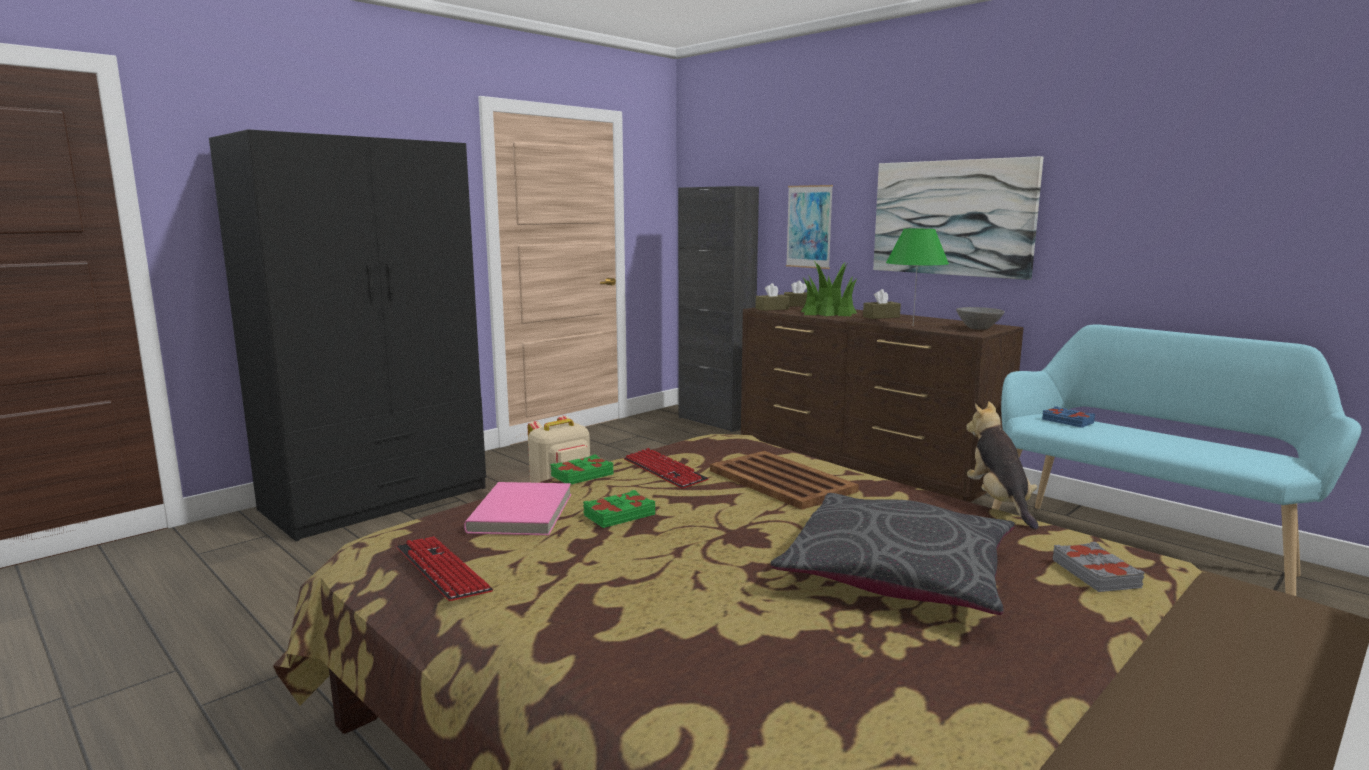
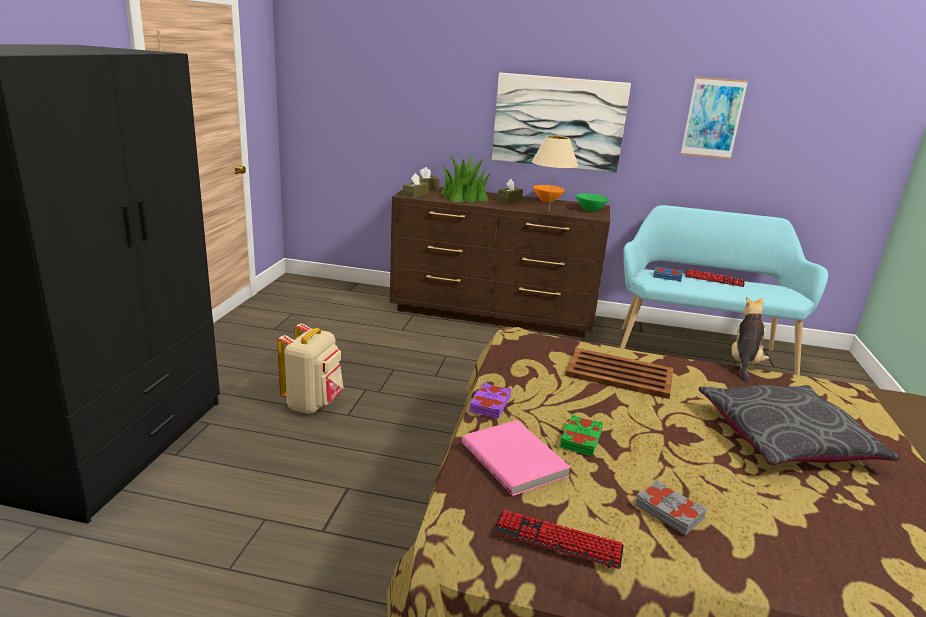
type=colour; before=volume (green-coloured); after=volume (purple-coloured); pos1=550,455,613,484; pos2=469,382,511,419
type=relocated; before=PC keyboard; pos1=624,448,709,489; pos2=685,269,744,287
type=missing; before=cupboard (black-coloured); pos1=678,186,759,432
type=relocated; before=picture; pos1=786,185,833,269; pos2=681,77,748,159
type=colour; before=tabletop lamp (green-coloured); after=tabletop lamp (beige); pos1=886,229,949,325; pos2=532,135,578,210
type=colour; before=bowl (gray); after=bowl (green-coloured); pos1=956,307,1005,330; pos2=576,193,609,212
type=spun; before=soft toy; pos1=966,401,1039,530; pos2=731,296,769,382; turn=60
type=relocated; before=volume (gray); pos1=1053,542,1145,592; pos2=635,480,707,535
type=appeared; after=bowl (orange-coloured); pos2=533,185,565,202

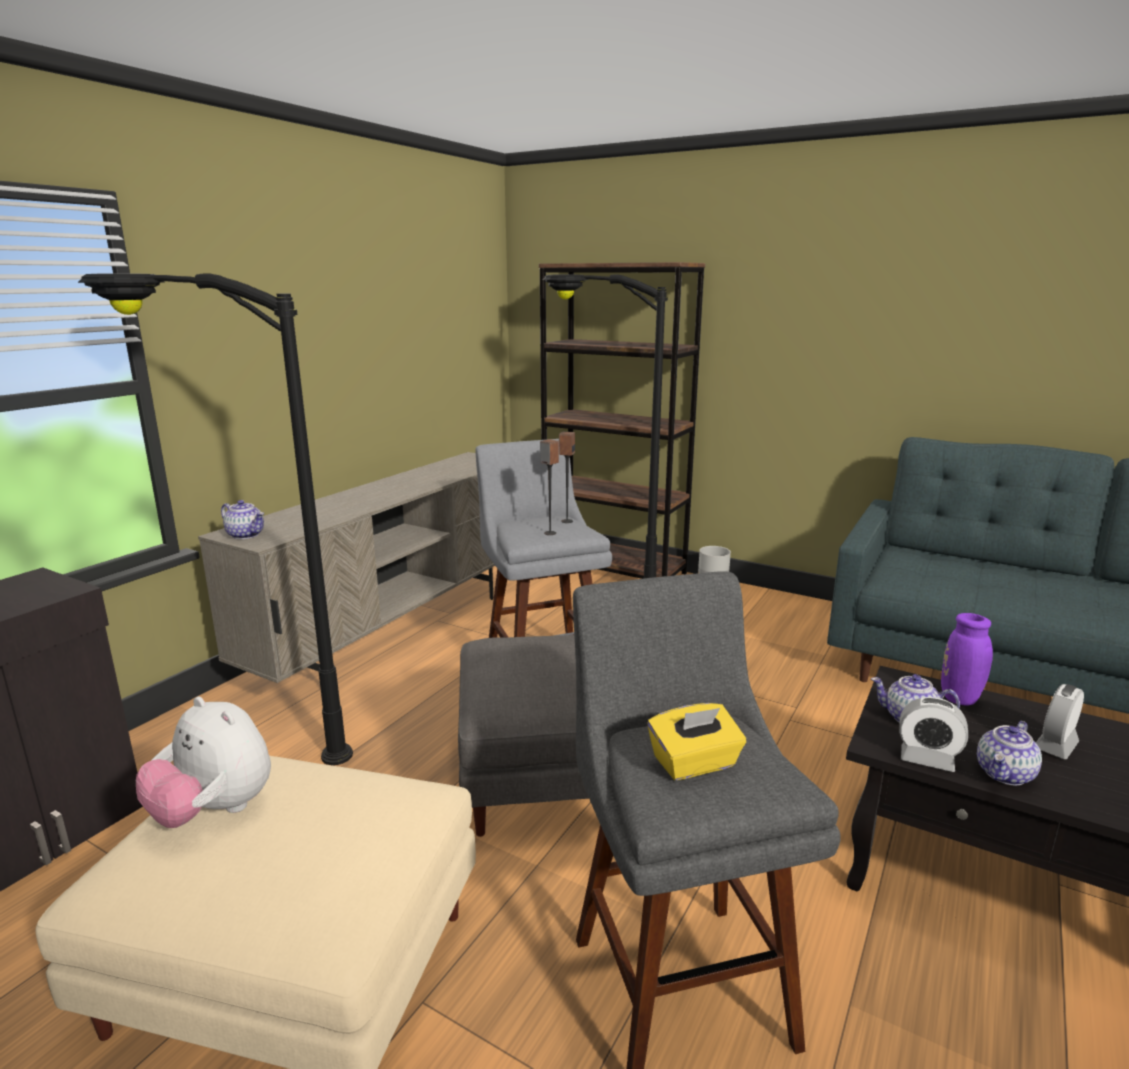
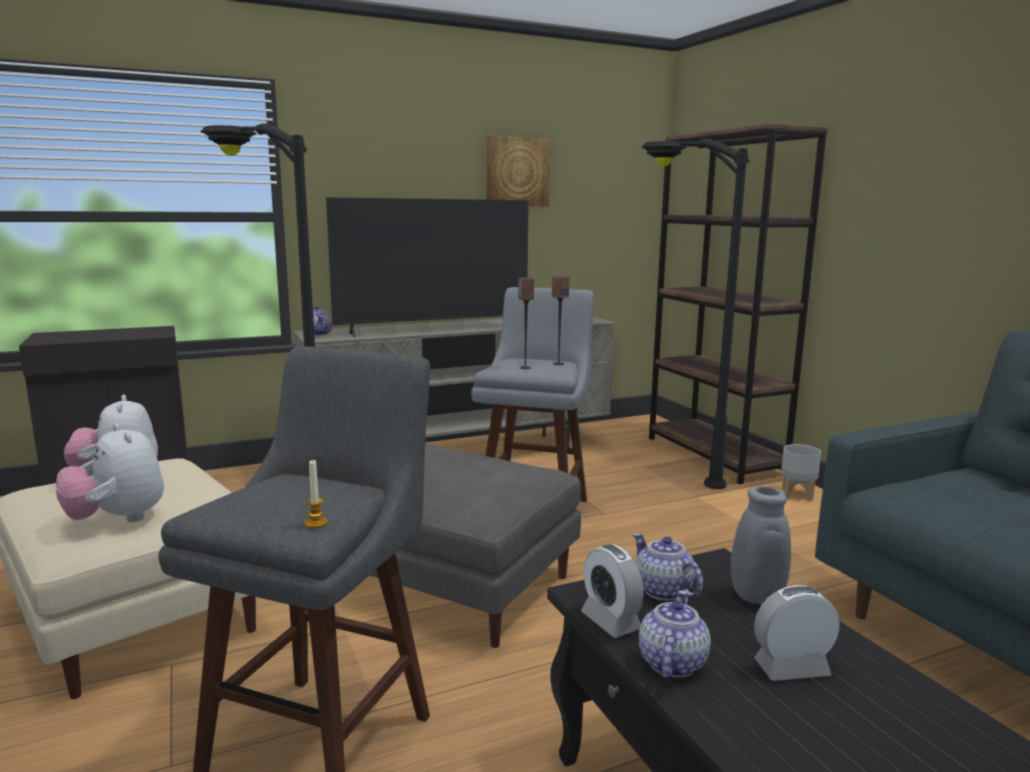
type=missing; before=tissue box (yellow-coloured); pos1=647,703,746,780
type=colour; before=decorative vase (purple-coloured); after=decorative vase (gray); pos1=941,613,1024,705; pos2=731,486,791,605
type=spun; before=teapot; pos1=977,721,1042,785; pos2=639,590,711,678; turn=120
type=appeared; after=soft toy; pos2=56,423,164,522
type=appeared; after=candle; pos2=304,459,328,528
type=appeared; after=TV set; pos2=326,197,529,337
type=appeared; after=picture; pos2=487,135,550,206

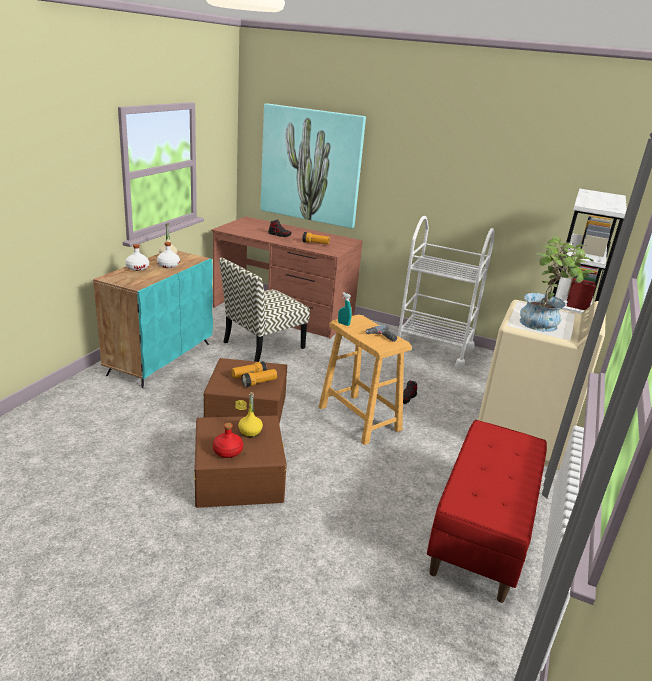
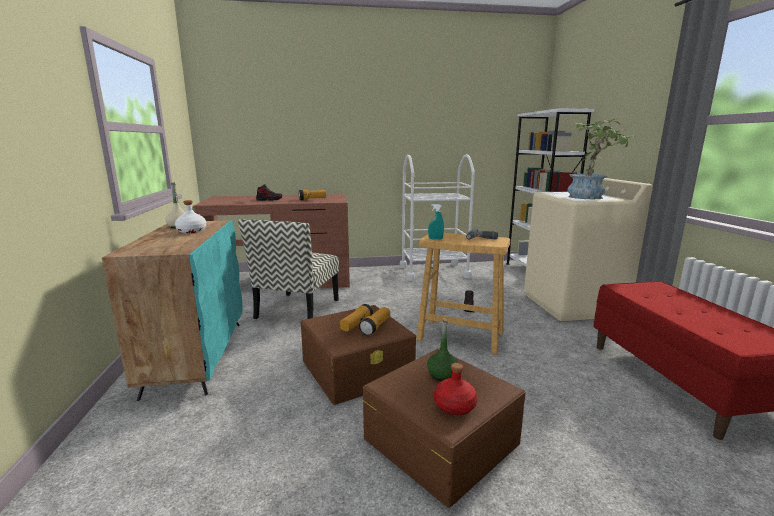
type=missing; before=bottle (white-coloured); pos1=125,244,149,271
type=colour; before=bottle (yellow-coloured); after=bottle (green-coloured); pos1=238,392,263,437; pos2=427,318,459,381
type=missing; before=picture; pos1=260,104,366,228

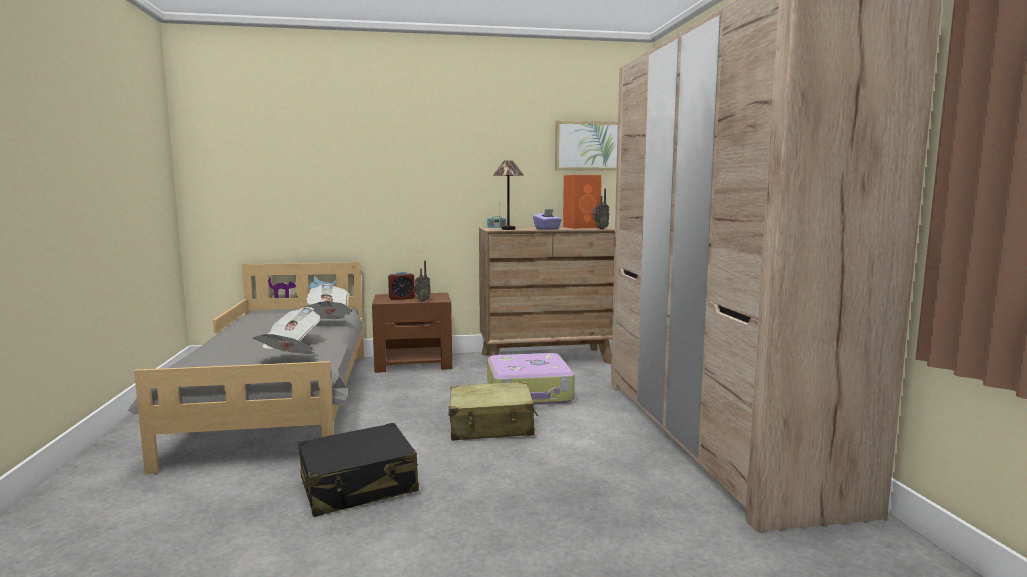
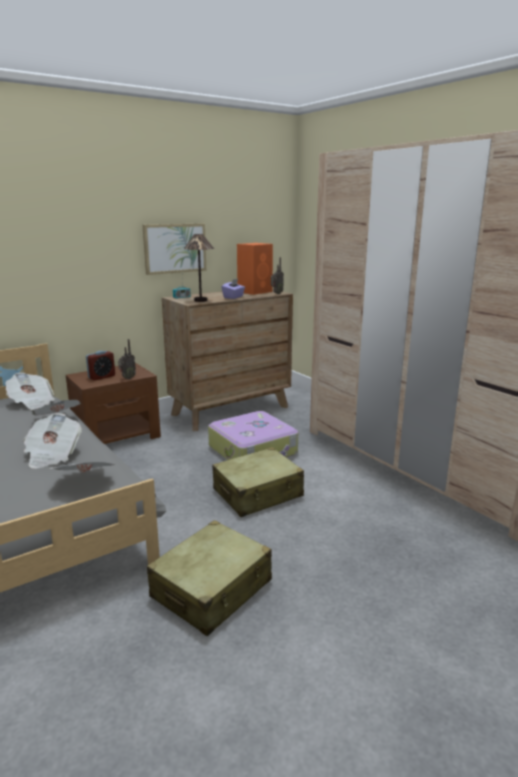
type=colour; before=piece of luggage (black-coloured); after=piece of luggage (beige); pos1=298,423,419,517; pos2=147,520,272,636
type=relocated; before=picture; pos1=555,121,618,170; pos2=143,224,206,275

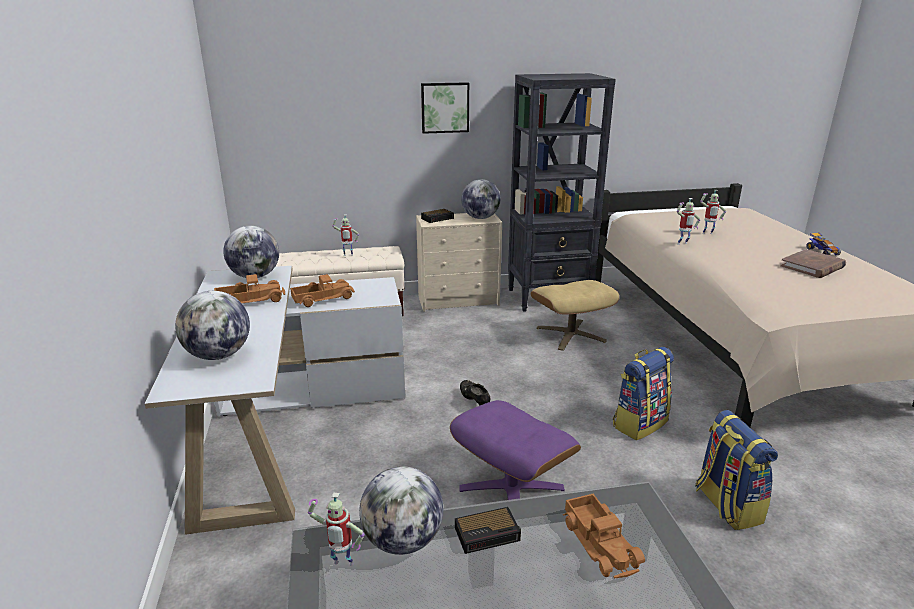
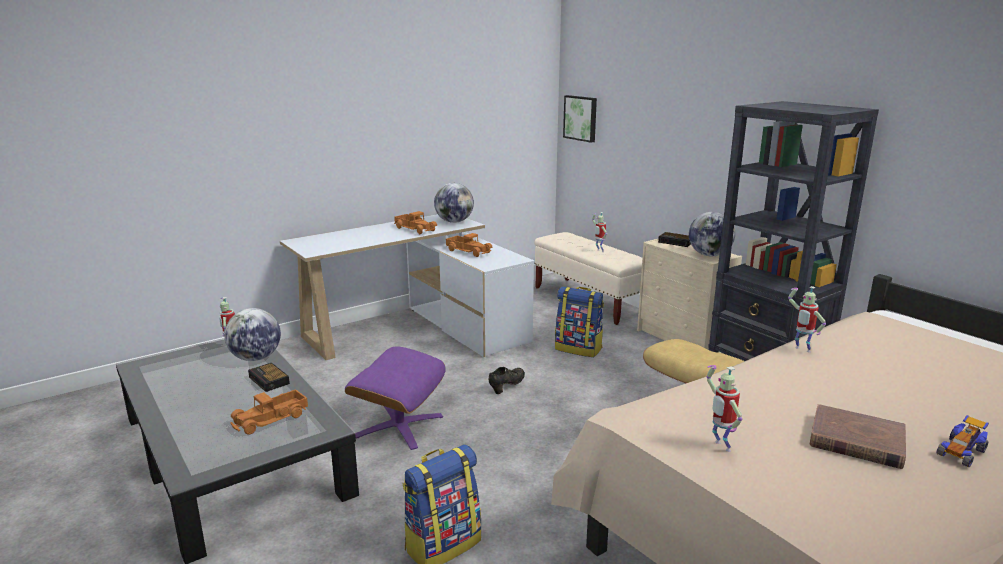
type=missing; before=desk globe; pos1=175,291,250,360
type=relocated; before=picture; pos1=421,82,469,134; pos2=563,95,597,143
type=relocated; before=backpack; pos1=613,347,674,440; pos2=555,287,604,357
type=relocated; before=model robot; pos1=700,190,726,234; pos2=706,365,743,452

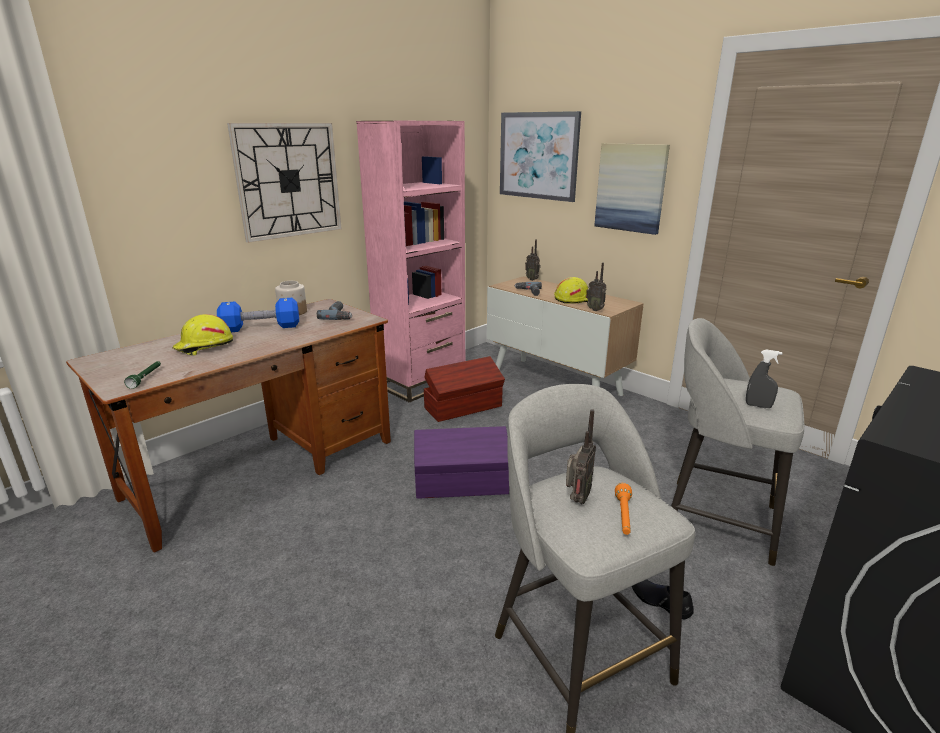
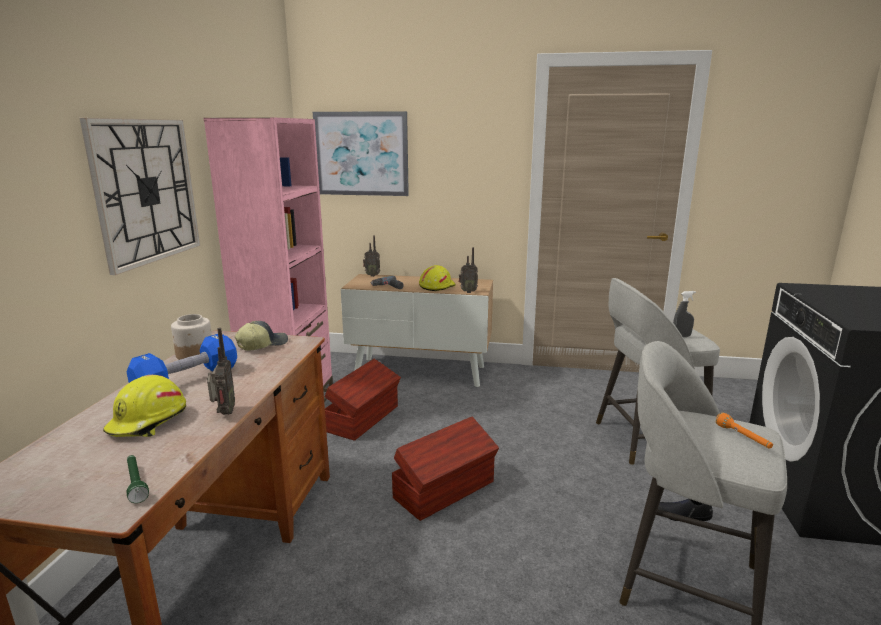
type=exchanged; before=drill; after=cap; pos1=317,301,352,320; pos2=235,321,288,351
type=colour; before=storage container (purple-coloured); after=storage container (brownish); pos1=414,426,509,499; pos2=392,417,499,521
type=relocated; before=radio set; pos1=566,409,596,504; pos2=207,328,235,415
type=missing; before=picture; pos1=594,143,670,235

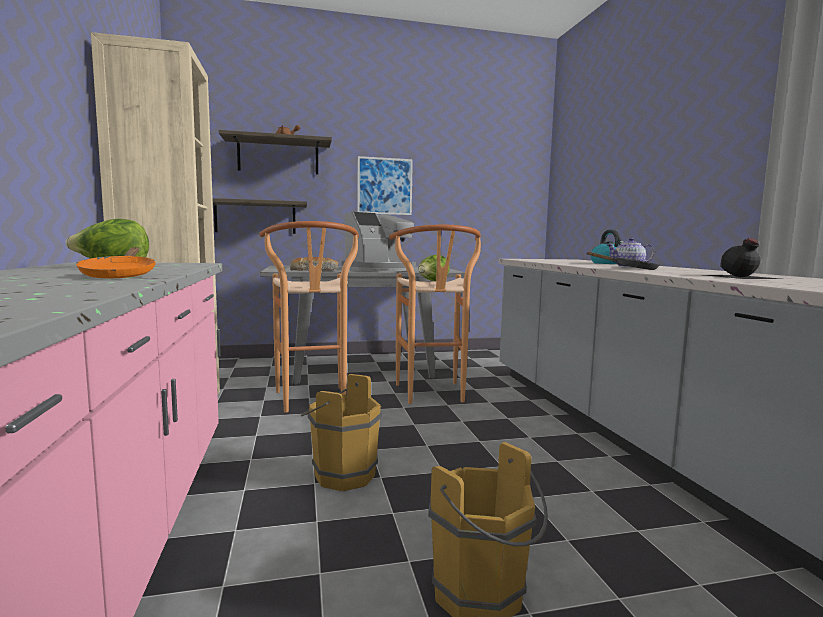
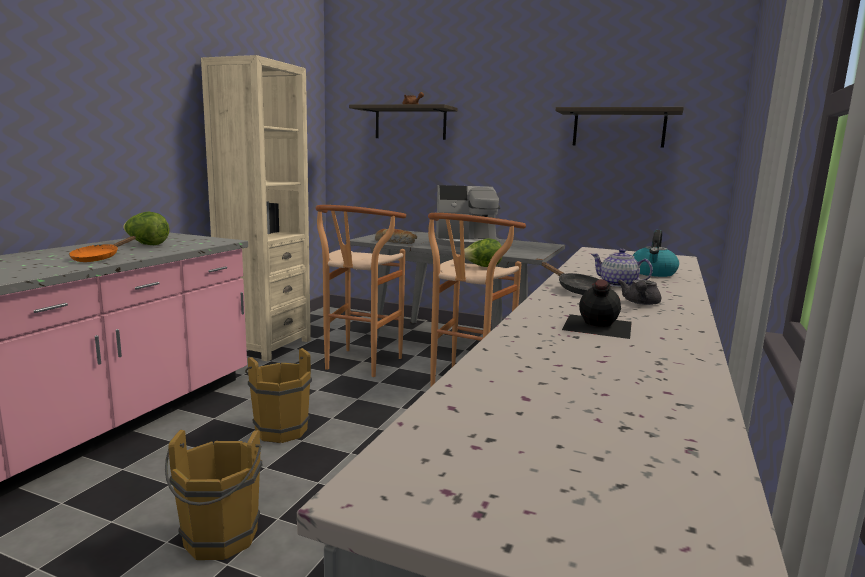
type=relocated; before=shelf; pos1=213,198,307,234; pos2=556,107,684,147
type=missing; before=picture; pos1=357,156,413,215
type=appeared; after=teapot (gray); pos2=618,280,661,305

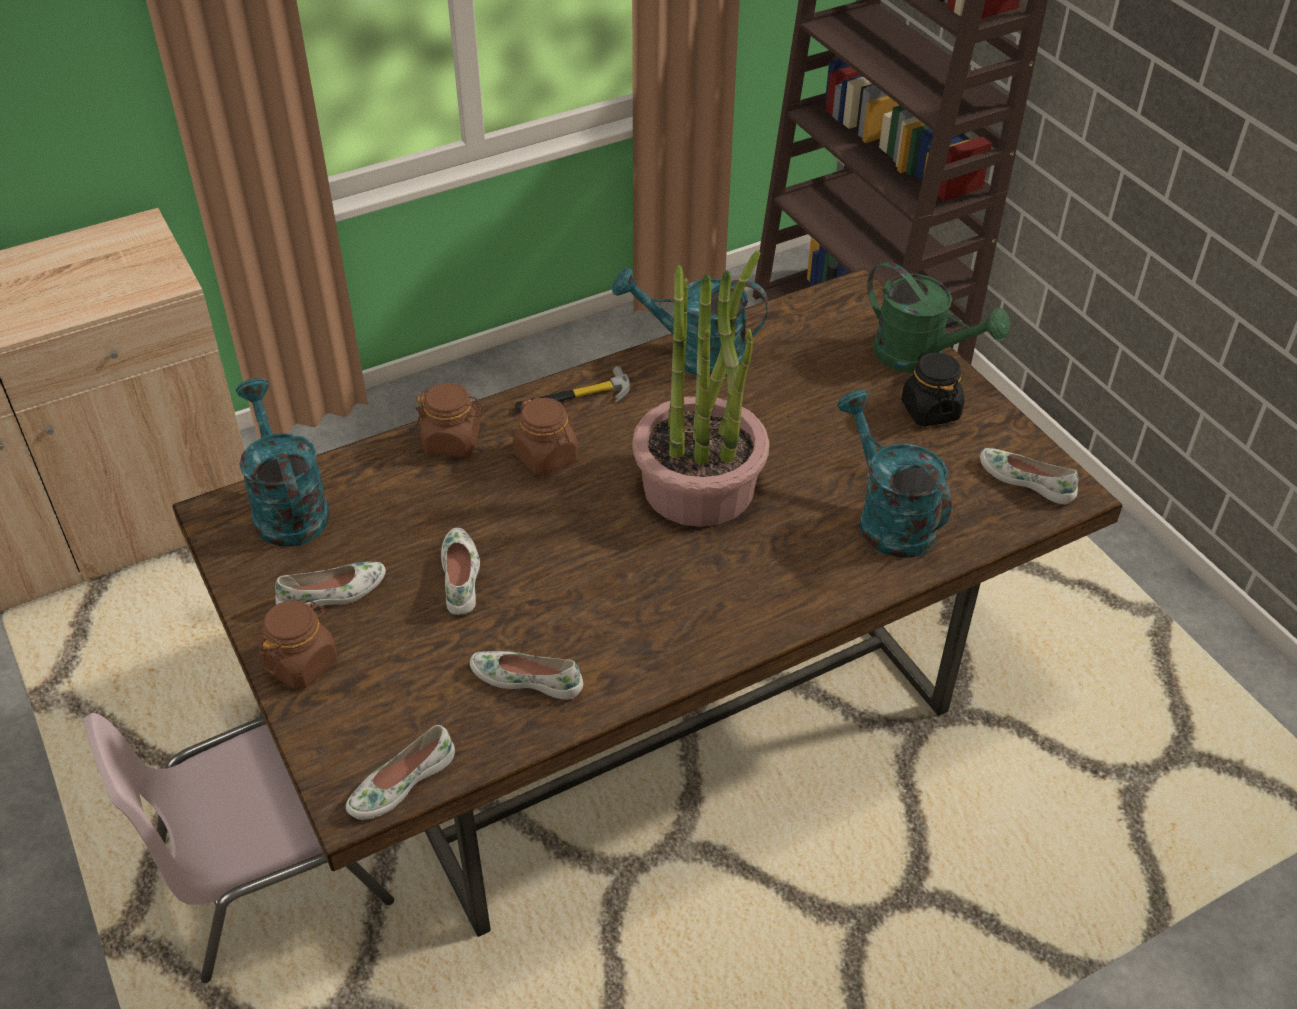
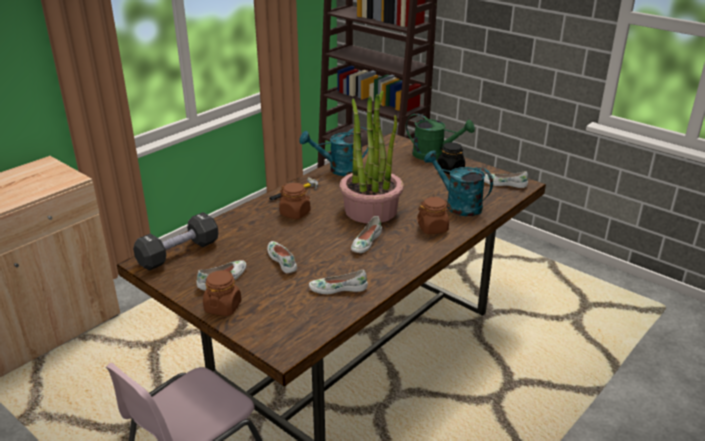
type=exchanged; before=watering can (blue-green); after=free weight (black-coloured); pos1=236,378,330,546; pos2=133,212,218,271
type=relocated; before=item of footwear (white-coloured); pos1=346,725,455,820; pos2=351,216,382,253
type=relocated; before=preserve jar (brownish); pos1=416,383,483,457; pos2=417,197,452,234

